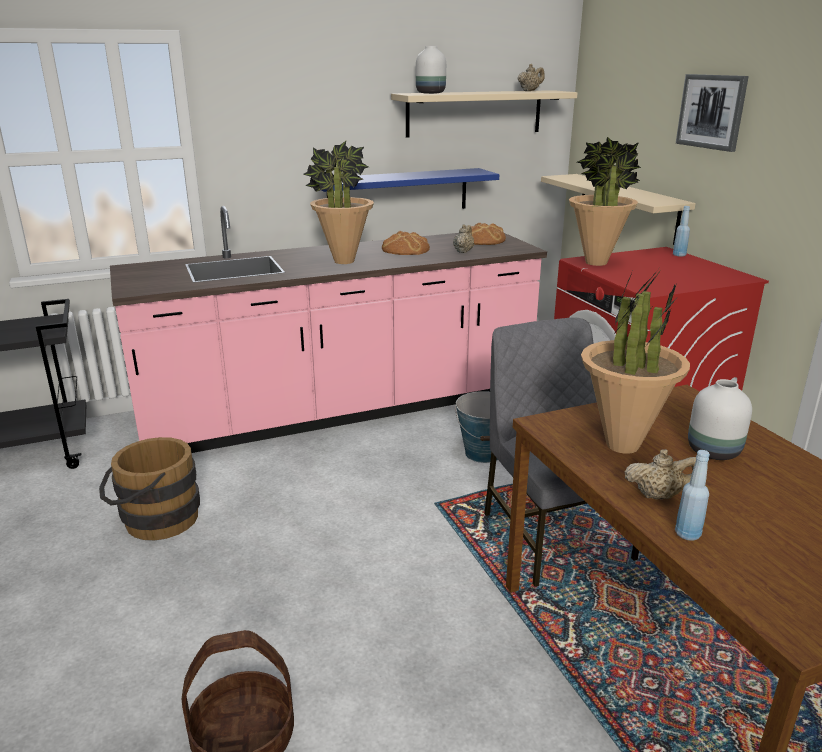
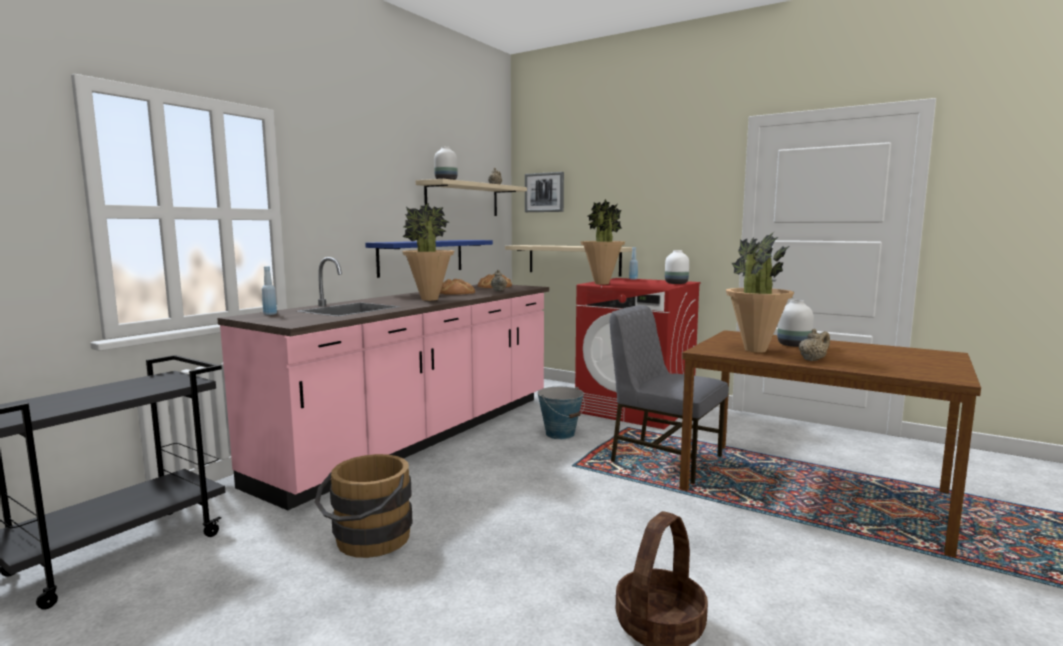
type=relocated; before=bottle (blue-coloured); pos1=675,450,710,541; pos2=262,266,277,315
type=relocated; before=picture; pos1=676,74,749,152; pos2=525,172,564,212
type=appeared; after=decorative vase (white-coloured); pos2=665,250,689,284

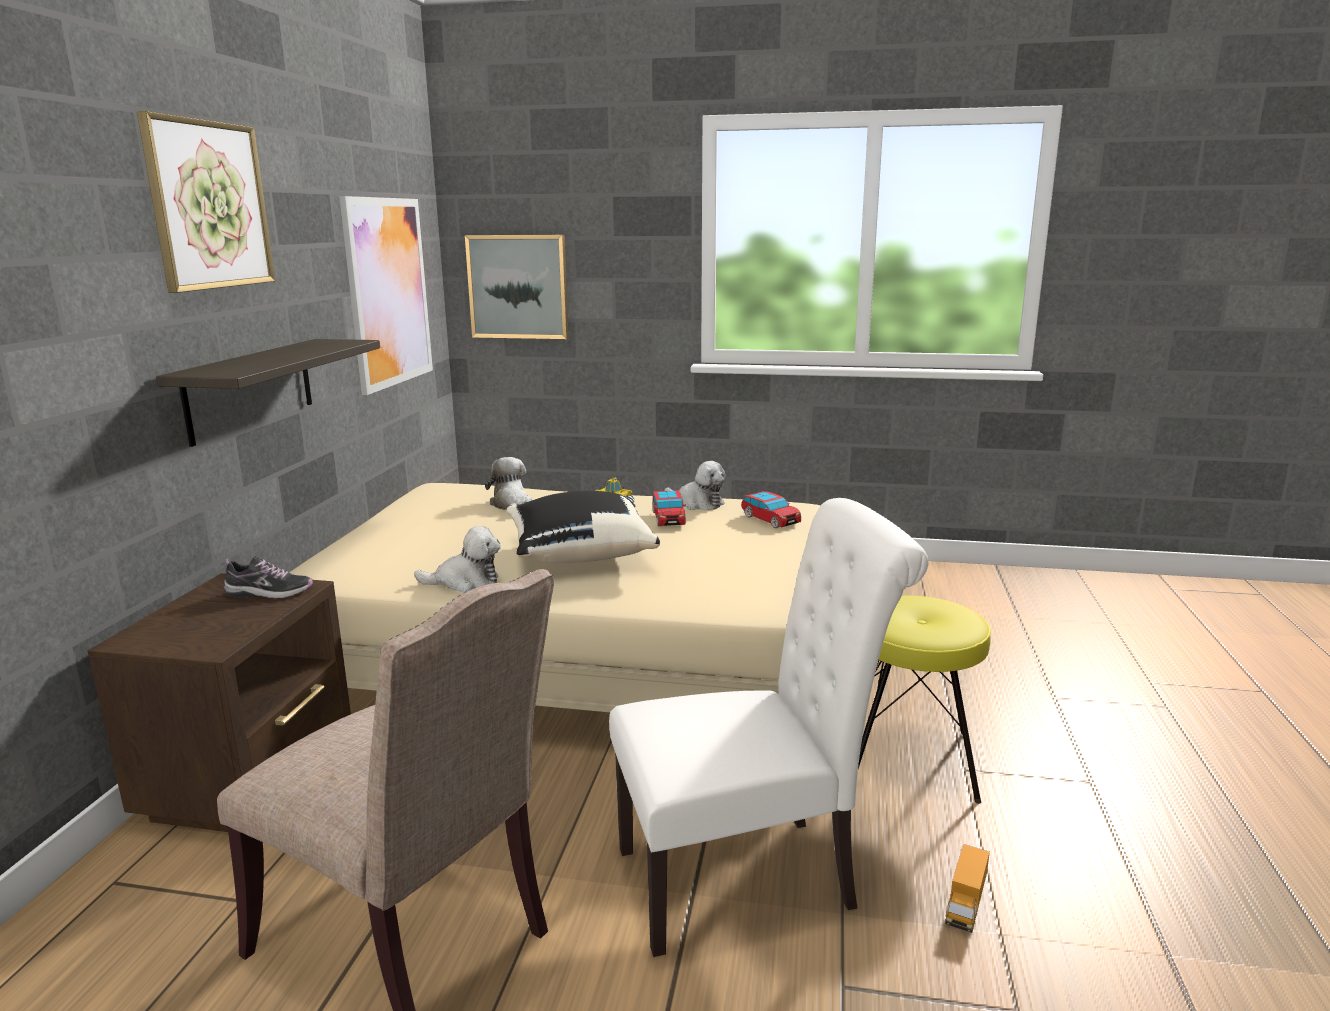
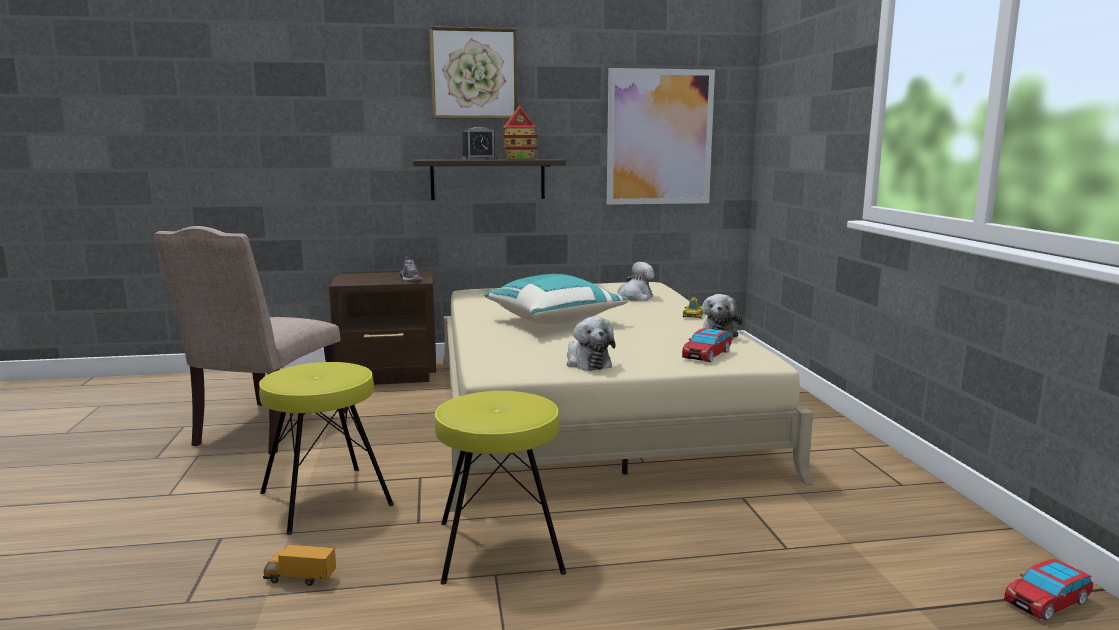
type=relocated; before=soft toy; pos1=414,526,501,593; pos2=567,317,616,371
type=missing; before=picture; pos1=465,235,569,339
type=colour; before=cushion (black-coloured); after=cushion (blue-green); pos1=507,491,660,563; pos2=484,274,629,324
type=exchanged; before=upright chair (white-coloured); after=stool seat (yellow-coloured); pos1=609,498,928,957; pos2=259,362,394,535
type=relocated; before=model car; pos1=652,490,686,526; pos2=1004,559,1093,620
type=appeared; after=table clock; pos2=462,127,497,160
type=appeared; after=model house; pos2=502,106,538,160

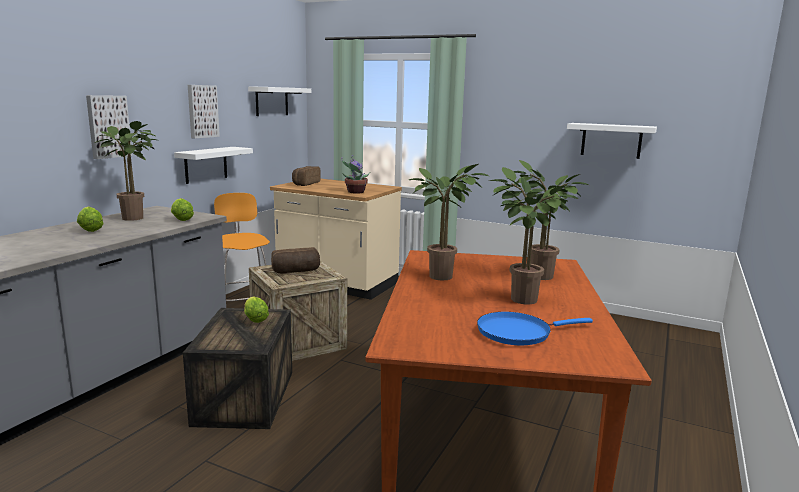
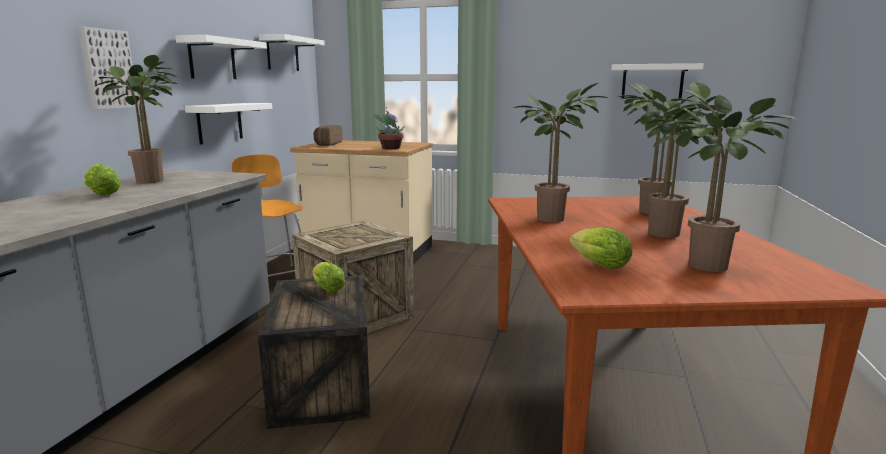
type=relocated; before=head of lettuce; pos1=171,198,194,221; pos2=569,227,632,269
type=exchanged; before=picture; after=shelf (white-coloured); pos1=188,85,220,139; pos2=175,35,267,79
type=missing; before=bread; pos1=271,247,320,273
type=exchanged; before=pan (blue-coloured); after=plant in a pot; pos1=477,312,593,345; pos2=667,82,796,272

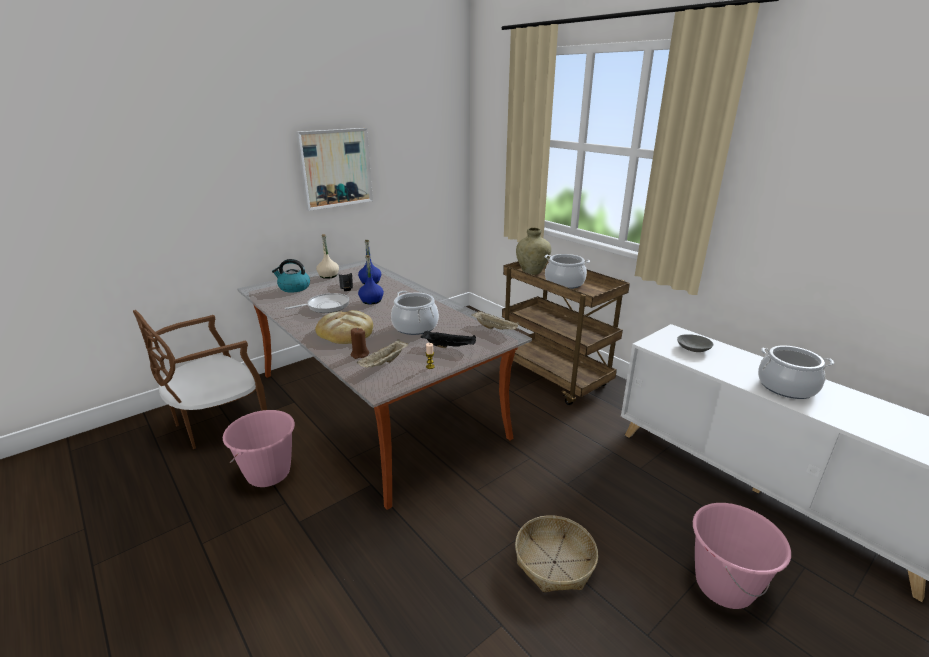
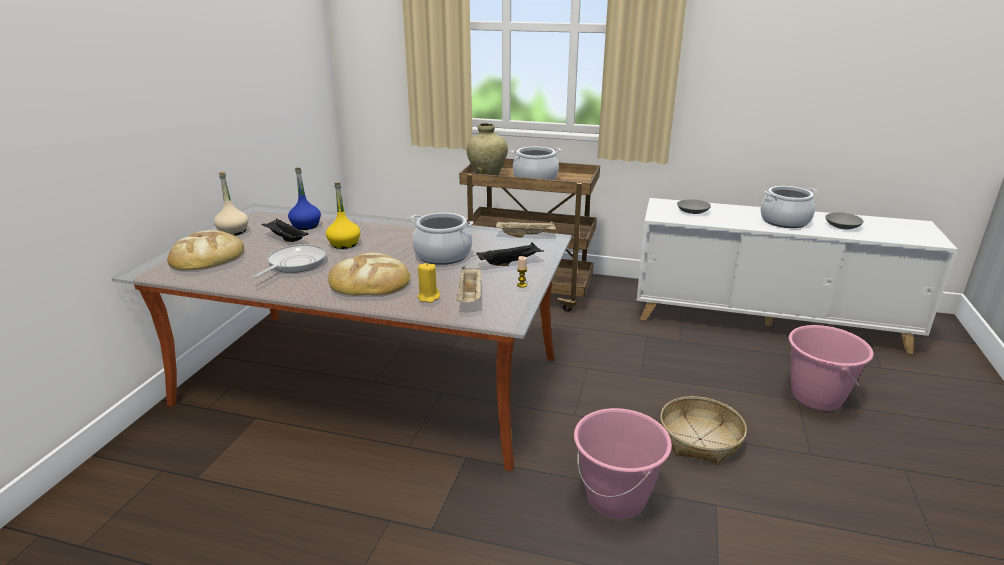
type=missing; before=upright chair (brownish); pos1=133,310,267,449
type=relocated; before=water bucket (pink); pos1=223,410,295,487; pos2=574,408,672,519
type=exchanged; before=tea kettle; after=bread; pos1=272,259,310,293; pos2=167,230,244,270
type=missing; before=picture; pos1=296,128,373,211
type=colour; before=candle (brownish); after=candle (yellow-coloured); pos1=351,328,369,359; pos2=417,262,440,303
type=colour; before=bottle (blue-coloured); after=bottle (yellow-coloured); pos1=358,255,384,304; pos2=326,182,361,249
type=appeared; after=bowl (gray); pos2=825,212,864,230

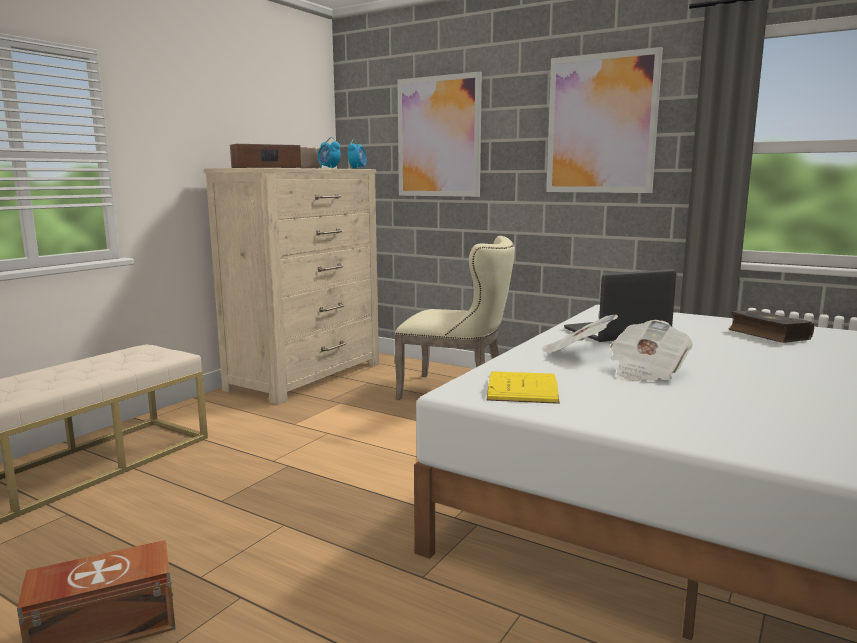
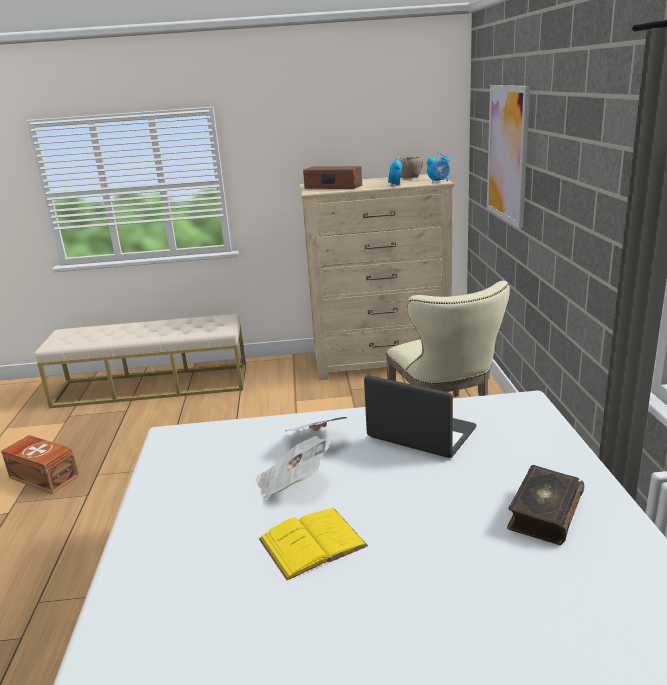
type=relocated; before=volume (yellow-coloured); pos1=486,371,560,404; pos2=259,508,368,580
type=missing; before=picture; pos1=546,47,663,193

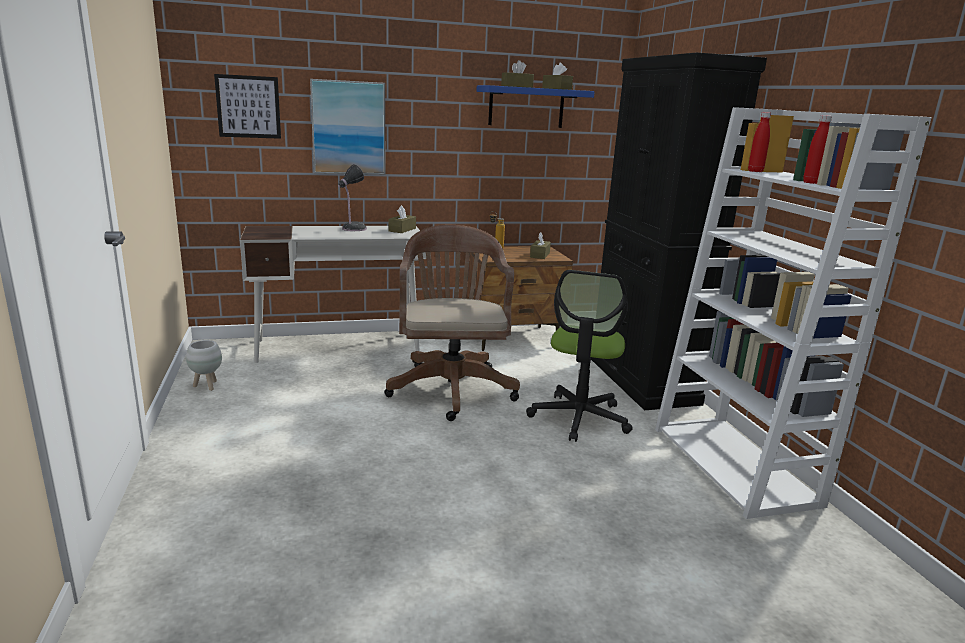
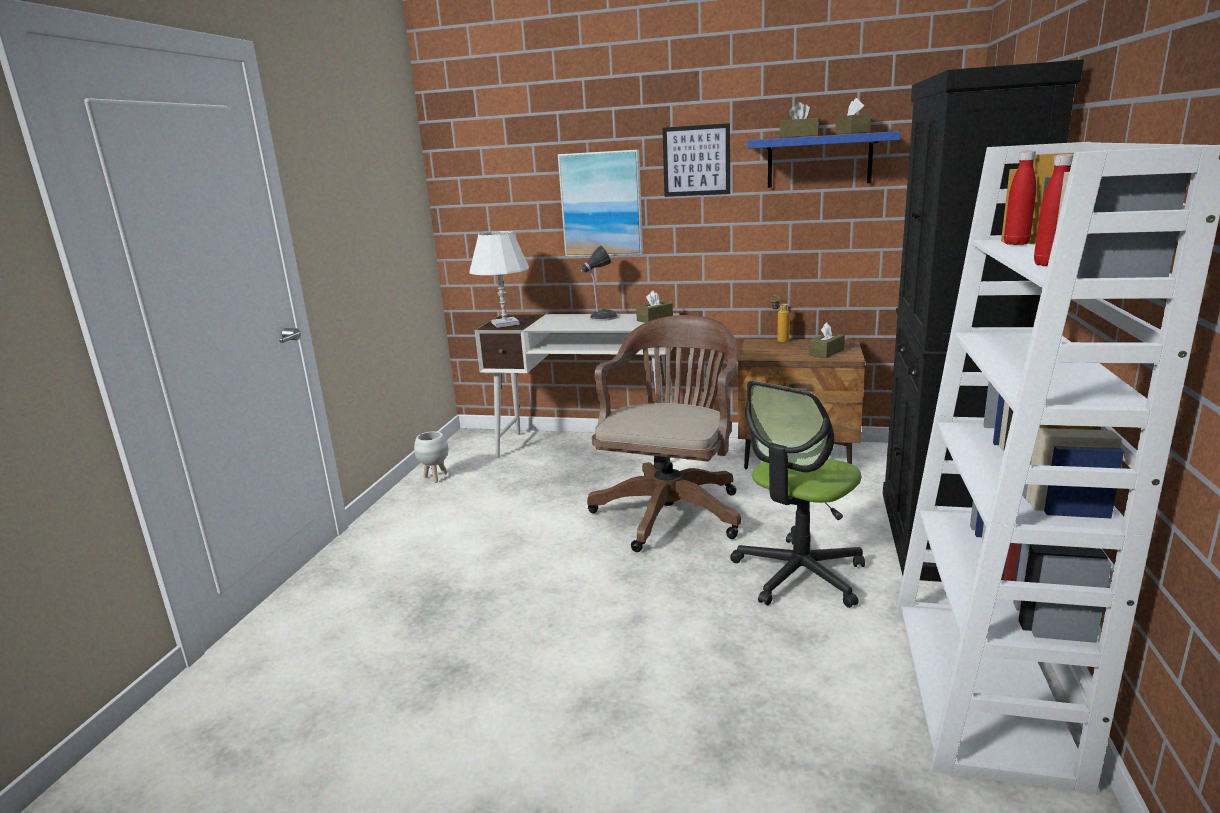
type=relocated; before=picture; pos1=214,74,281,139; pos2=662,123,730,197
type=appeared; after=tabletop lamp (white-coloured); pos2=469,231,529,328

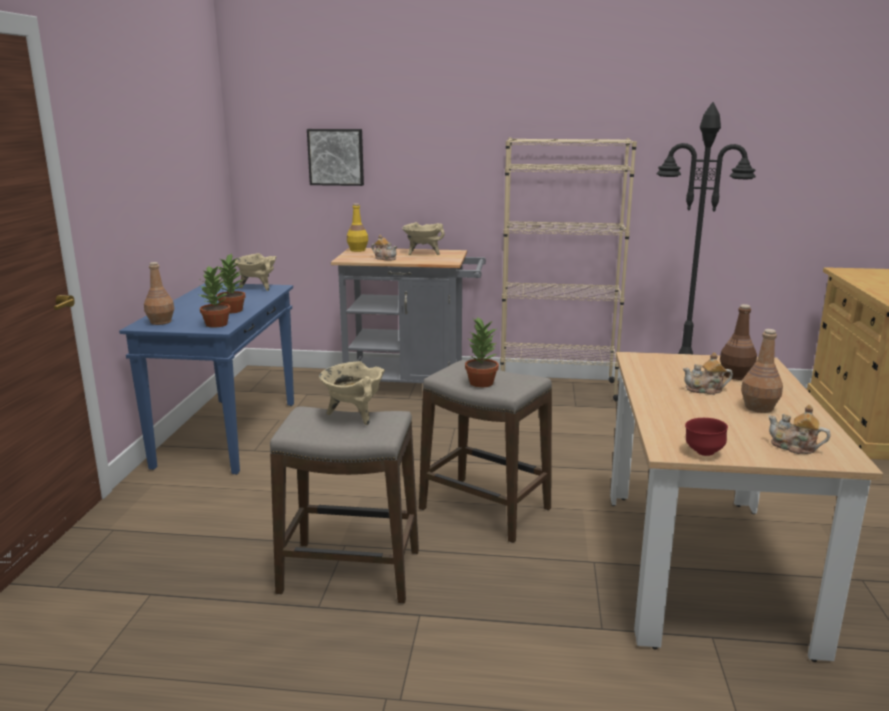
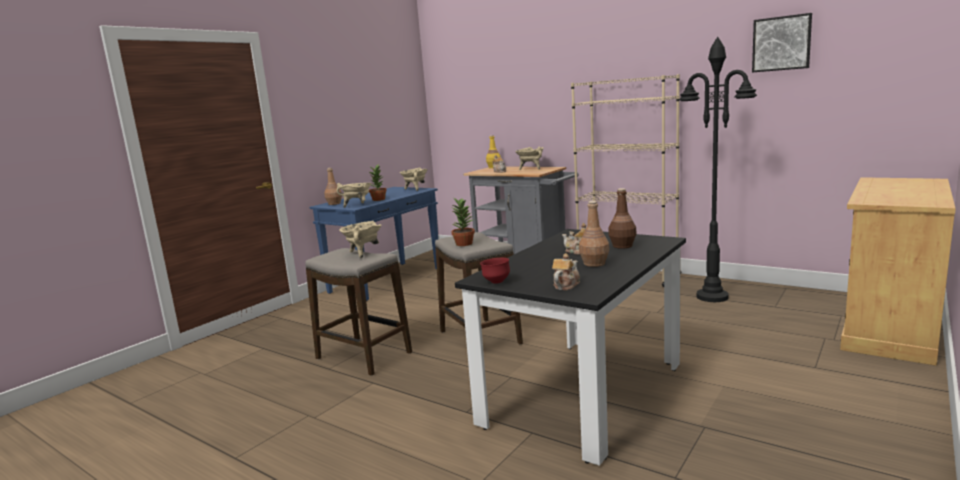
type=exchanged; before=plant in a pot; after=saucepot (beige); pos1=200,266,231,328; pos2=337,183,372,208
type=relocated; before=picture; pos1=307,129,364,186; pos2=752,13,812,72
type=colour; before=dining table (beige); after=dining table (black-coloured); pos1=610,352,883,662; pos2=455,229,686,466
type=spun; before=teapot; pos1=768,405,830,454; pos2=552,253,580,290; turn=60

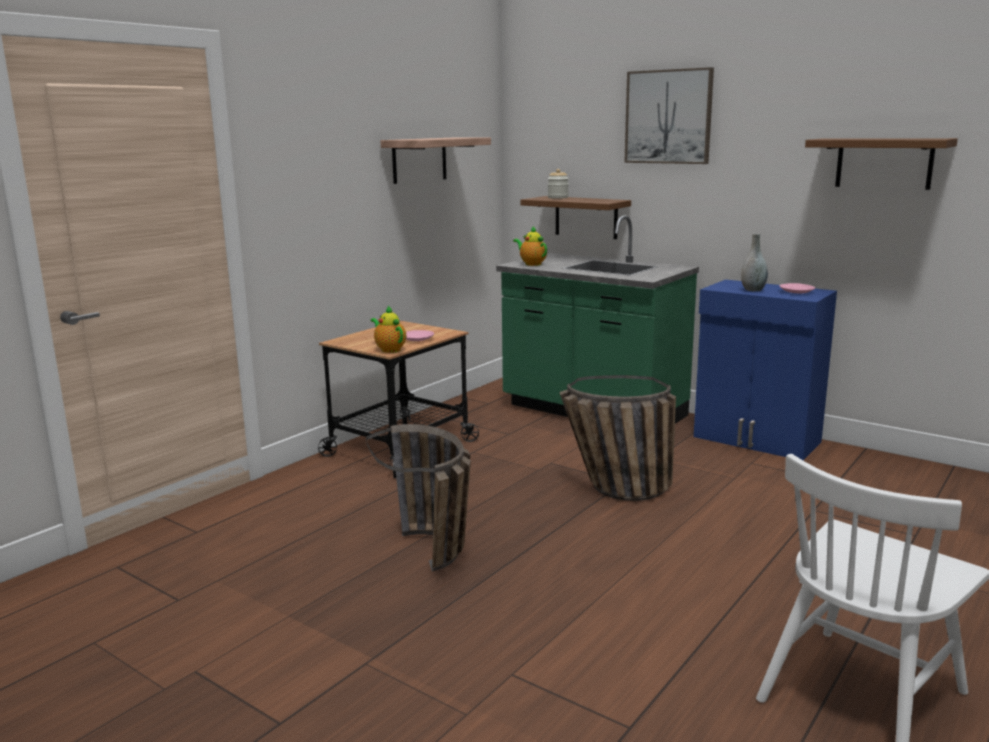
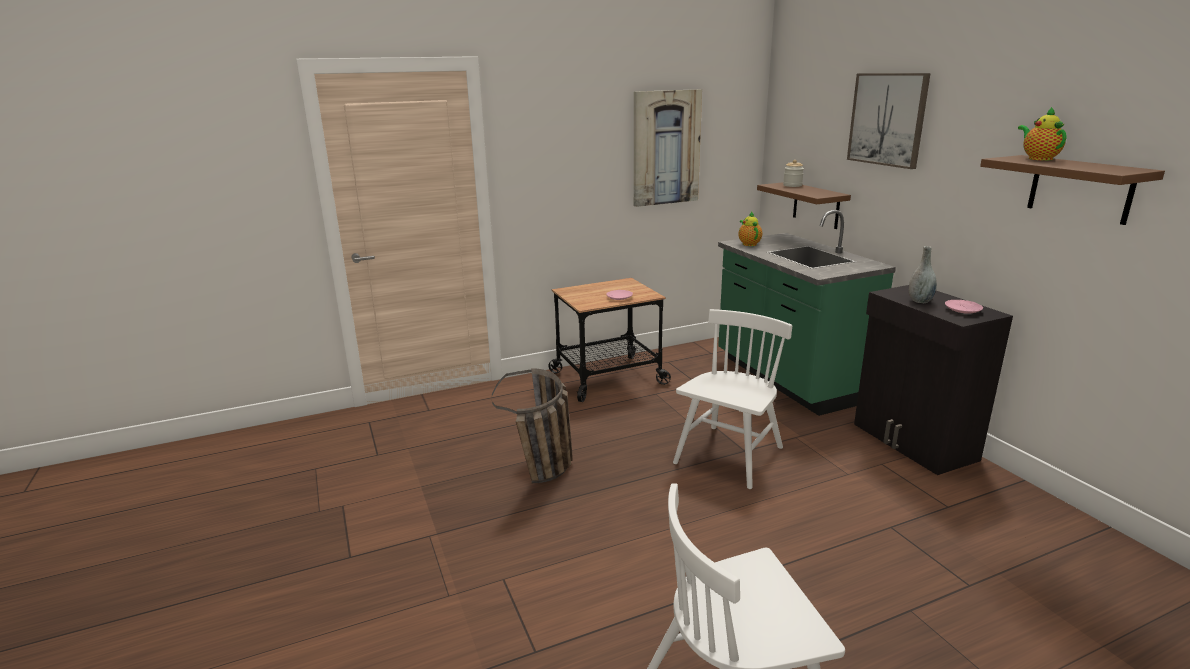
type=relocated; before=teapot; pos1=371,305,406,353; pos2=1018,107,1066,160
type=exchanged; before=shelf; after=picture; pos1=380,137,491,184; pos2=634,89,702,207
type=exchanged; before=household basket; after=upright chair (white-coloured); pos1=559,375,676,501; pos2=673,309,792,489
type=colour; before=cupboard (blue-coloured); after=cupboard (black-coloured); pos1=694,280,837,460; pos2=854,285,1013,475

